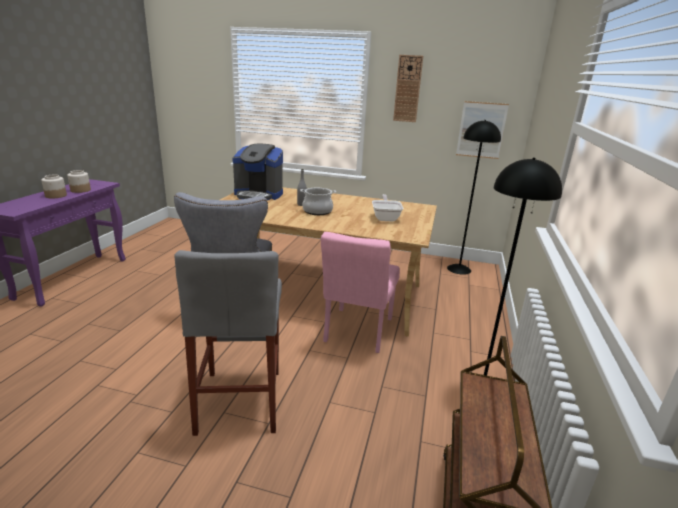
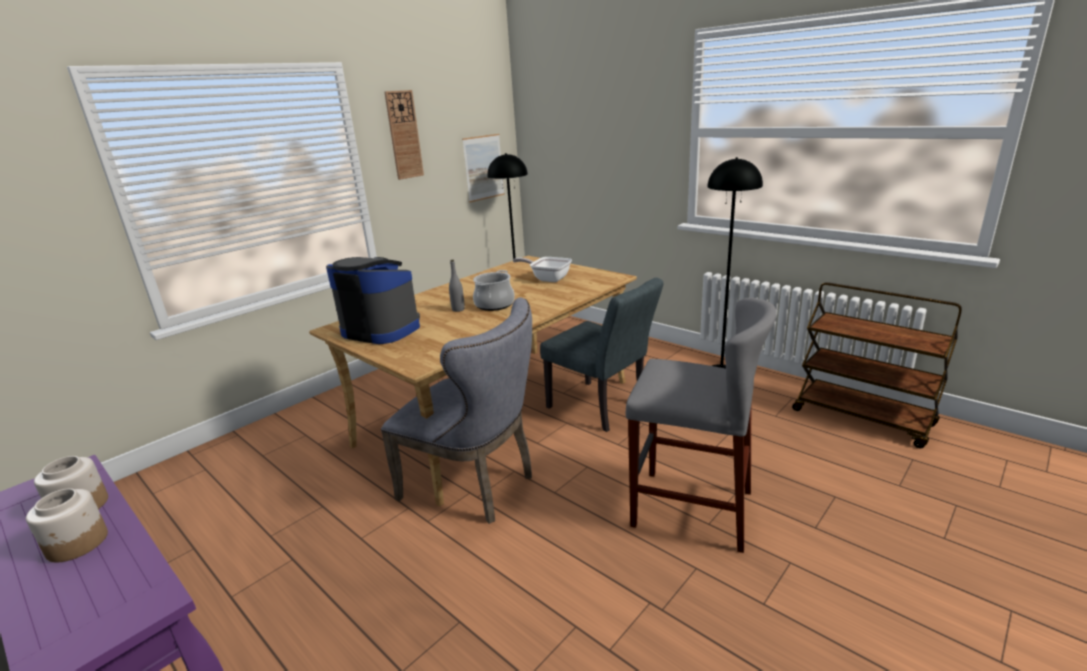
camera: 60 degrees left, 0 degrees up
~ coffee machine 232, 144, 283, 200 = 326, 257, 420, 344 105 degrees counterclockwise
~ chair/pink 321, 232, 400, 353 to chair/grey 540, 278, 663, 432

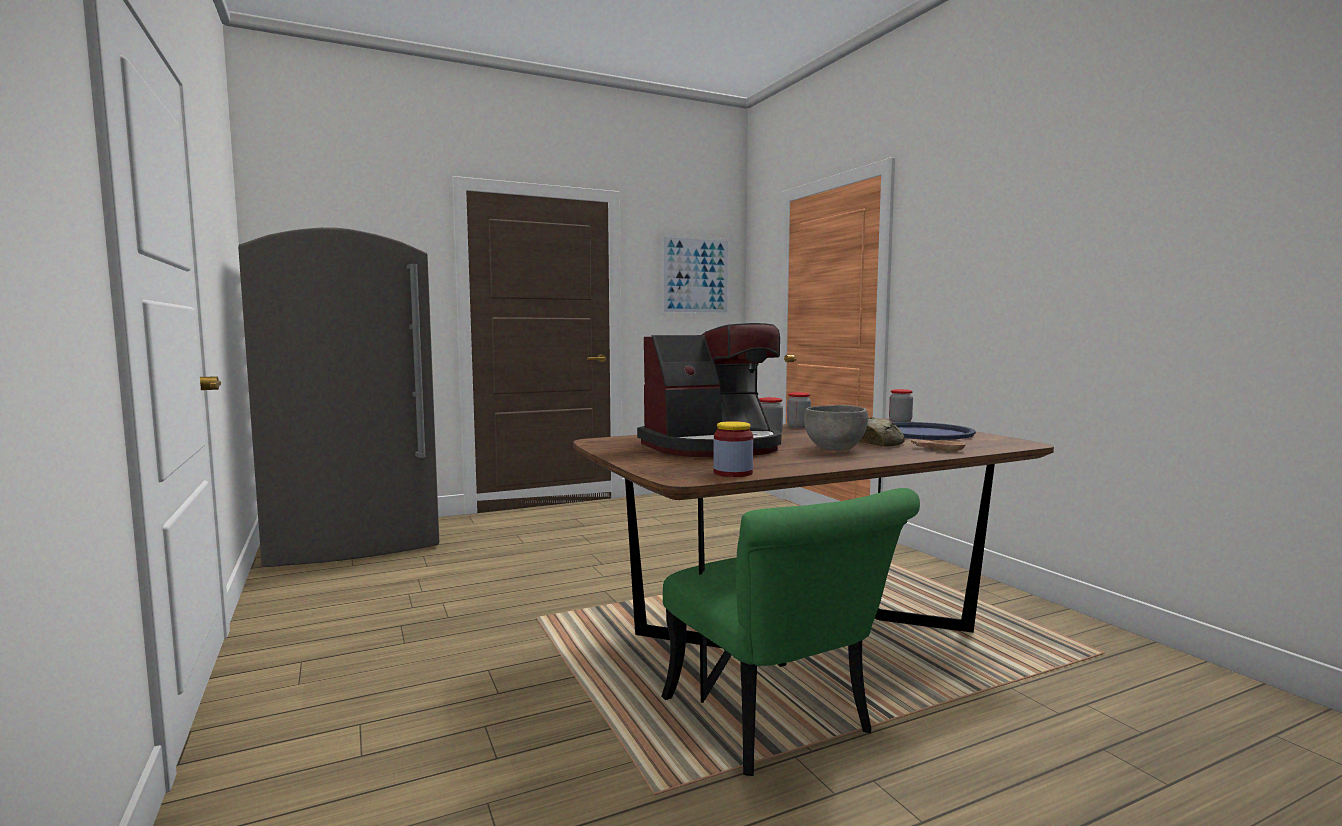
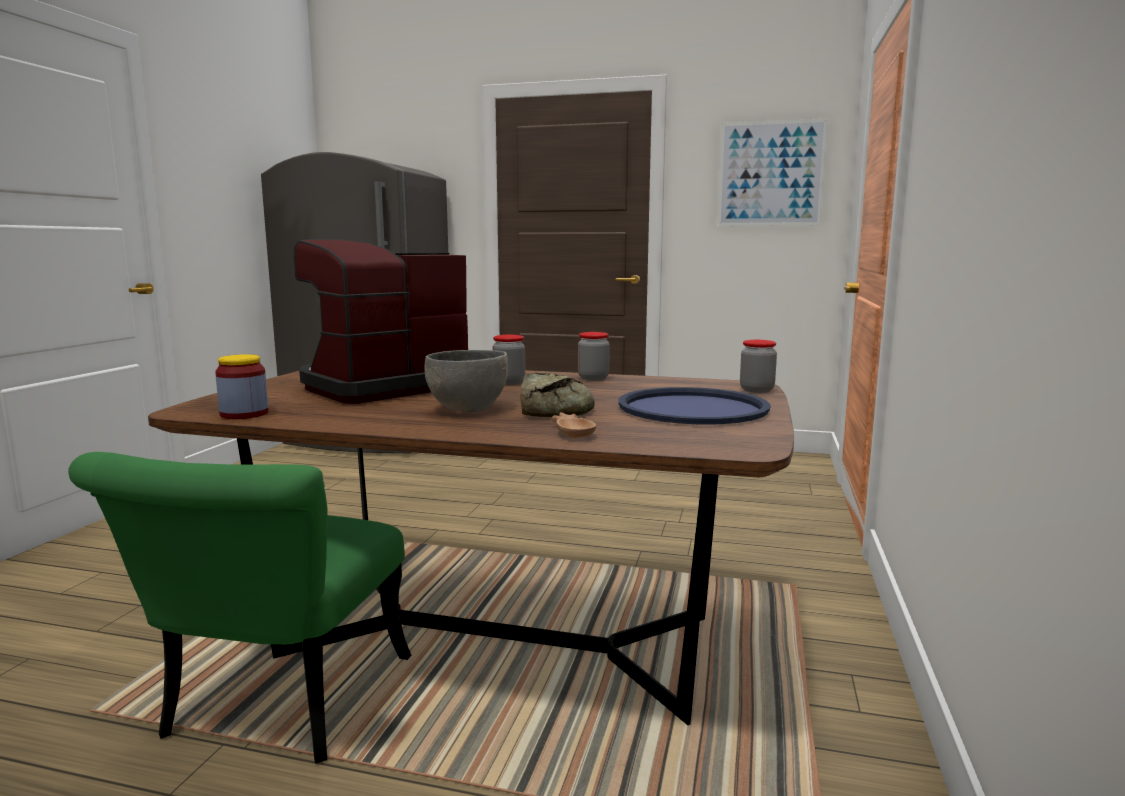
camera: 40 degrees right, 5 degrees up
~ coffee machine 637, 323, 781, 457 = 294, 239, 468, 404 120 degrees clockwise

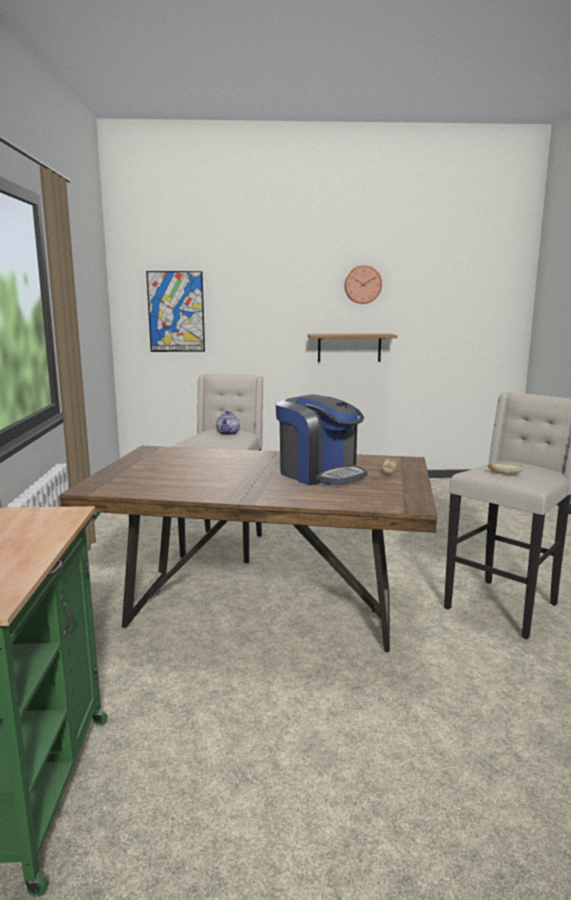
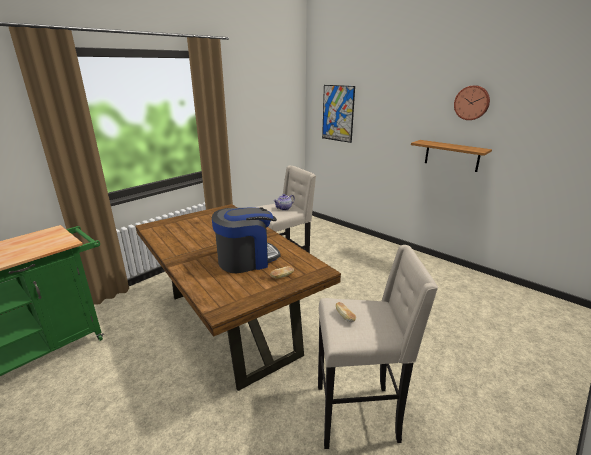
camera: 45 degrees right, 10 degrees up
~ coffee machine 276, 394, 368, 486 = 212, 207, 280, 273 120 degrees counterclockwise

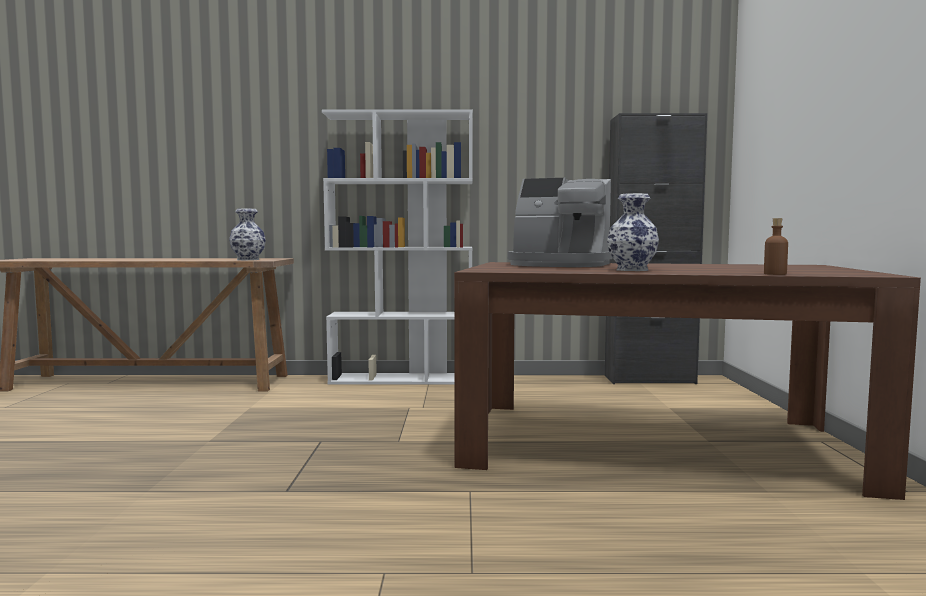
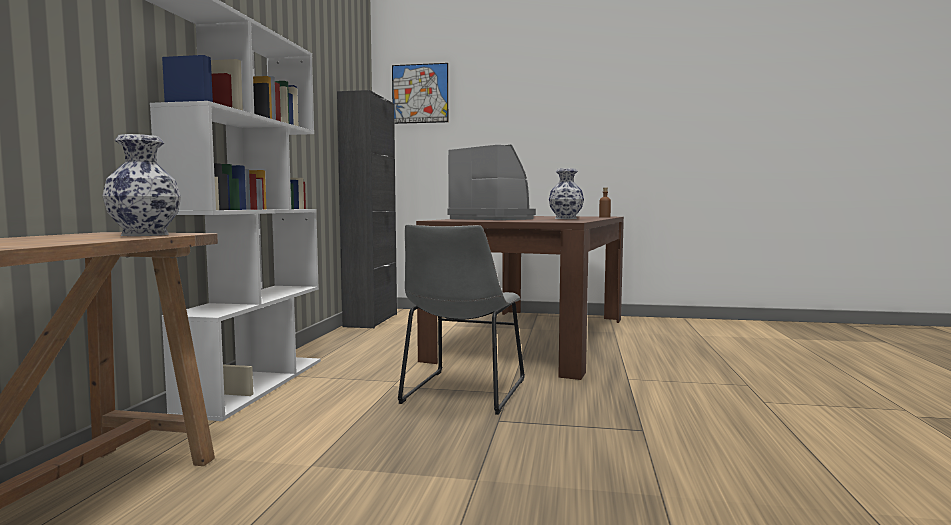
camera: 80 degrees left, 0 degrees up
+ picture 392, 63, 448, 124
+ chair/grey 398, 225, 525, 415
~ coffee machine 508, 178, 613, 267 = 448, 145, 536, 220 75 degrees counterclockwise

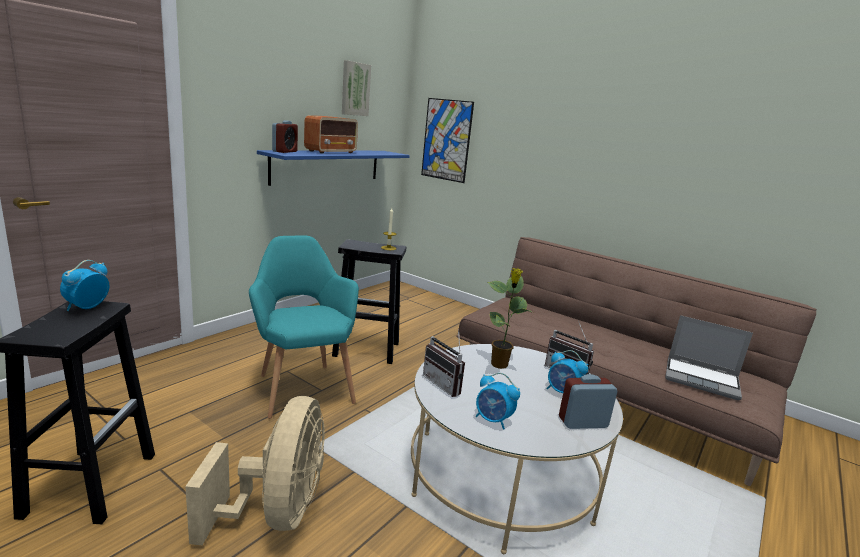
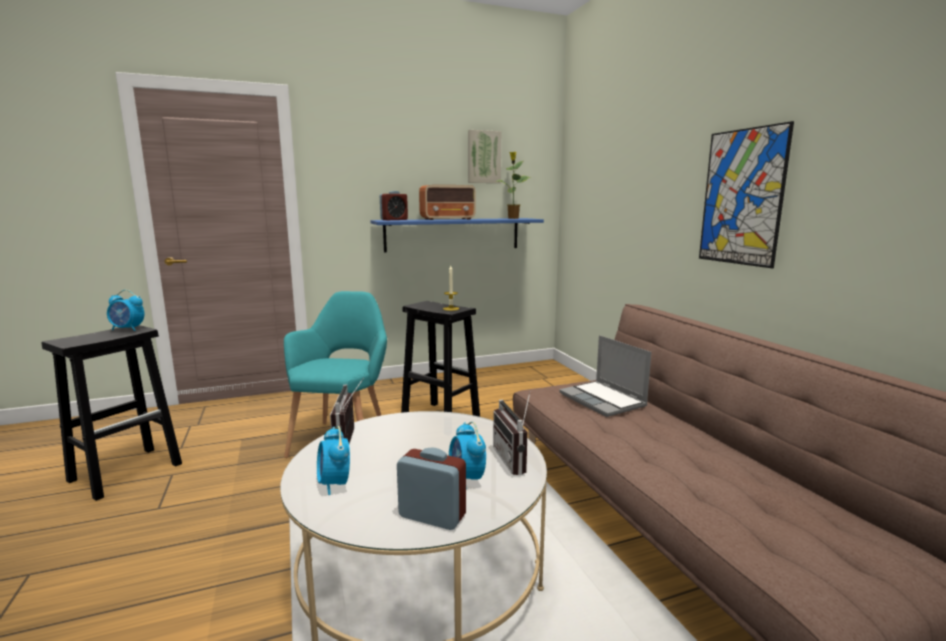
camera: 35 degrees right, 5 degrees down
~ alarm clock 60, 260, 109, 311 = 107, 290, 145, 331 135 degrees counterclockwise
~ potted plant 487, 268, 533, 369 to 497, 152, 531, 219
~ laptop 665, 315, 753, 400 to 559, 335, 651, 417
~ picture 421, 98, 474, 183 to 699, 121, 794, 268
- fan/beige 185, 396, 324, 545

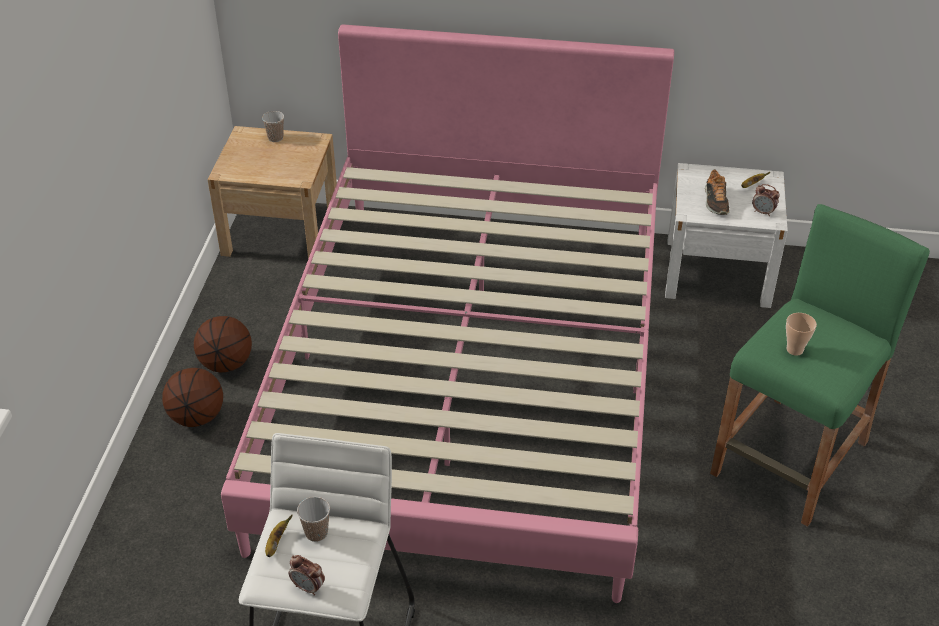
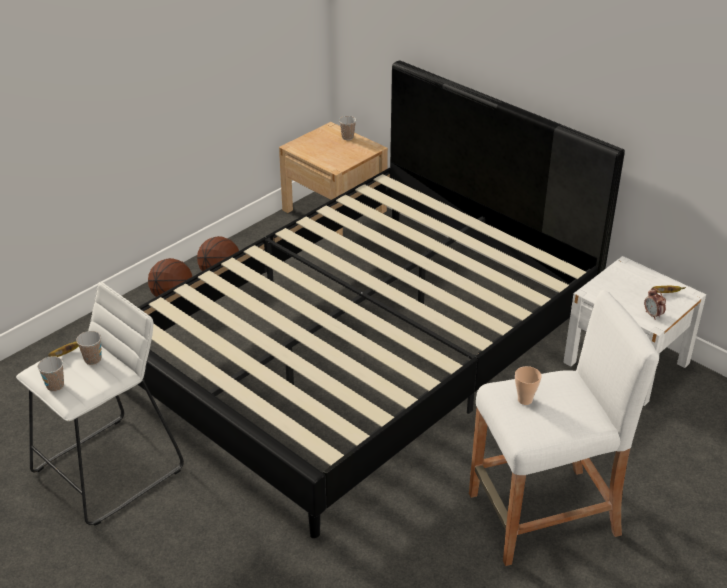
camera: 35 degrees right, 5 degrees down
~ alarm clock 289, 555, 325, 596 to cup 38, 356, 64, 392
~ bed/pink 221, 24, 674, 603 to bed/black 137, 61, 625, 538
~ stool/green 710, 204, 930, 527 to stool/white 469, 290, 659, 566
- shoe 705, 169, 730, 215

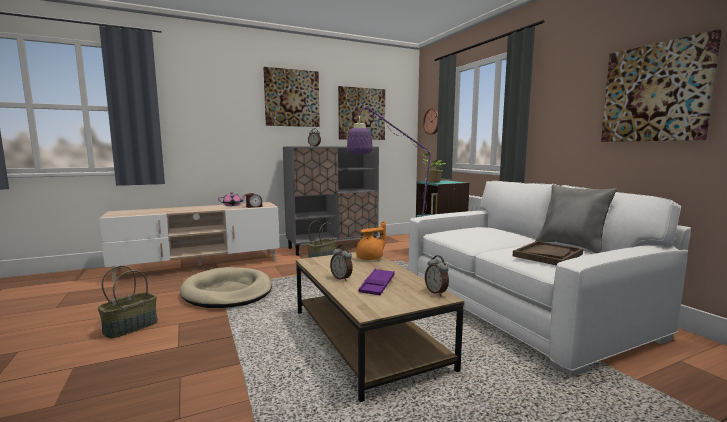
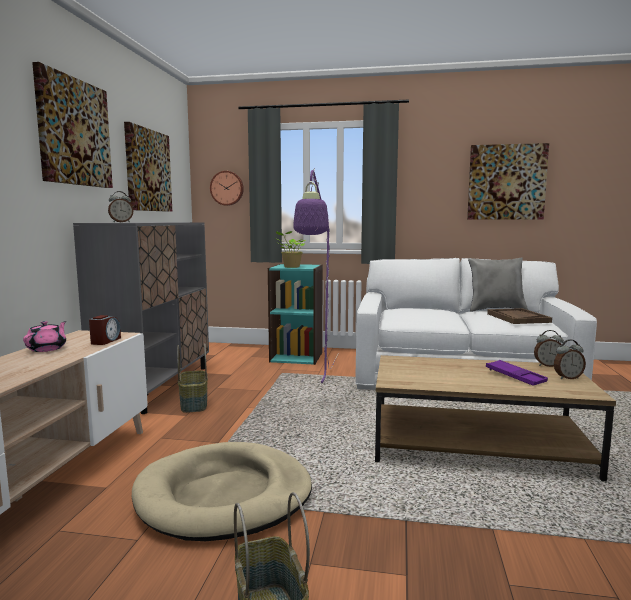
camera: 55 degrees left, 0 degrees up
~ alarm clock 330, 245, 353, 281 to 554, 339, 586, 379
- teapot/orange 356, 221, 386, 260

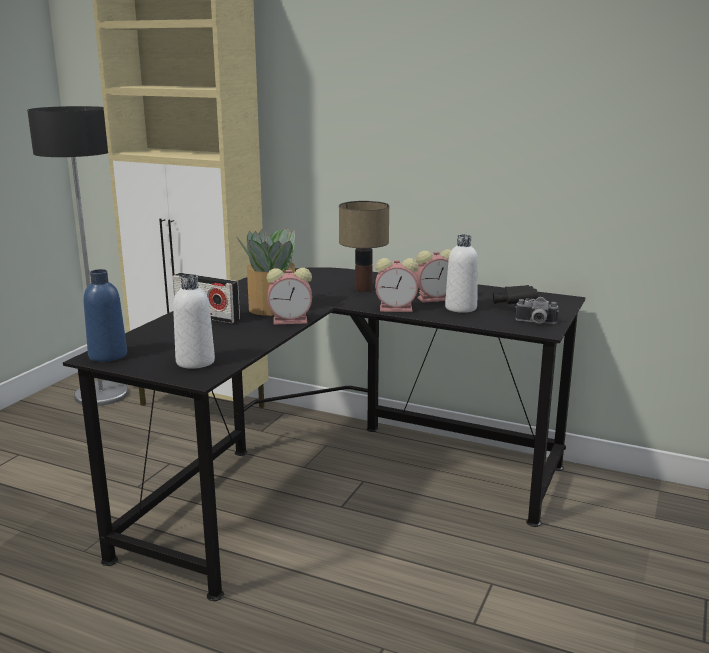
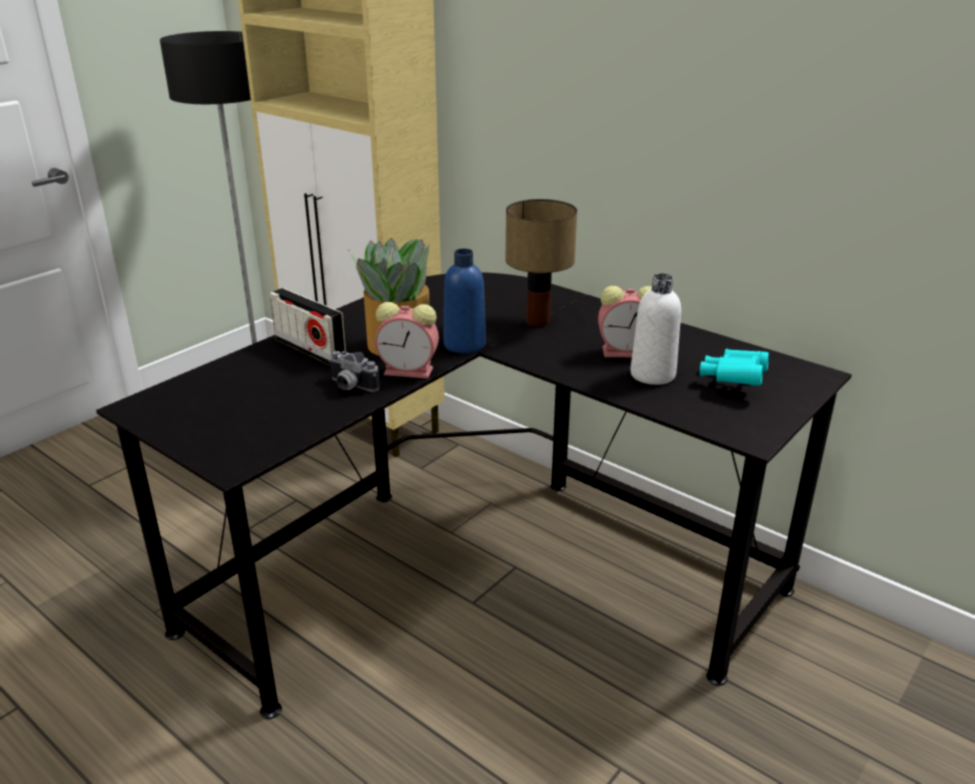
camera: 15 degrees right, 10 degrees up
~ photo camera 515, 297, 559, 324 to 329, 351, 379, 392
~ bottle/blue 84, 269, 127, 362 to 444, 249, 486, 353
~ binoculars/black 493, 285, 538, 304 to binoculars/turquoise 700, 349, 769, 386
- bottle/white 173, 274, 215, 369
- alarm clock 375, 258, 419, 312

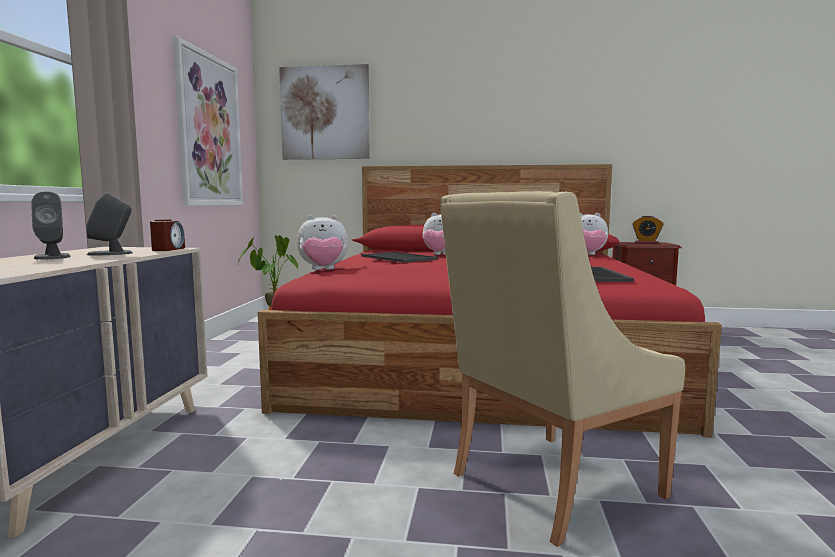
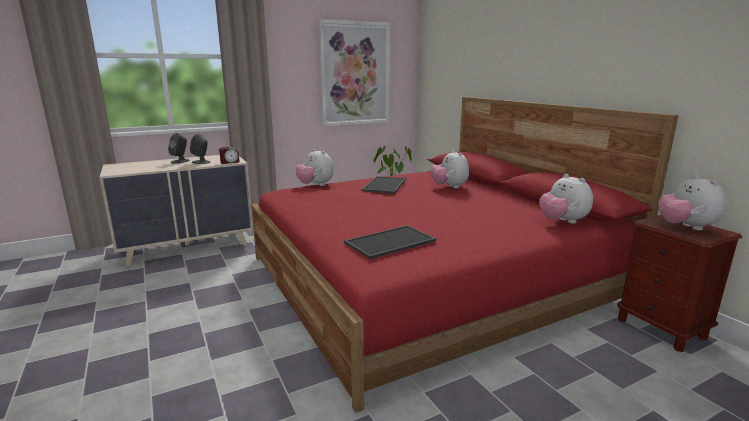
camera: 55 degrees right, 10 degrees up
~ alarm clock 632, 215, 664, 244 to plush toy 658, 175, 726, 231
- picture 279, 64, 370, 160
- armchair/beige 440, 191, 685, 547

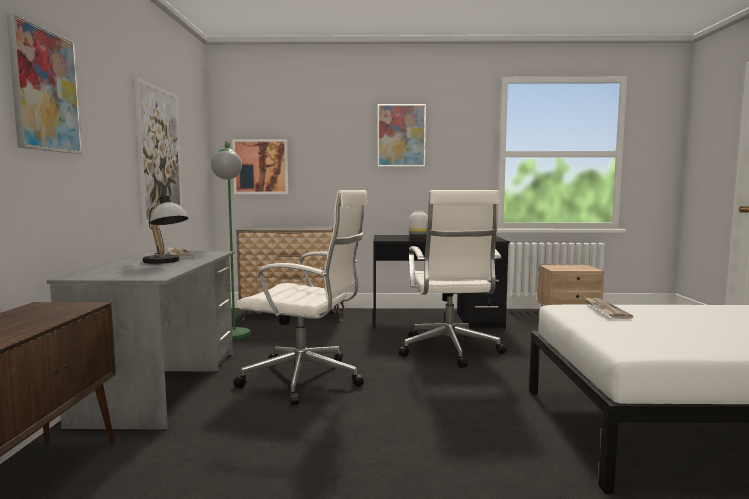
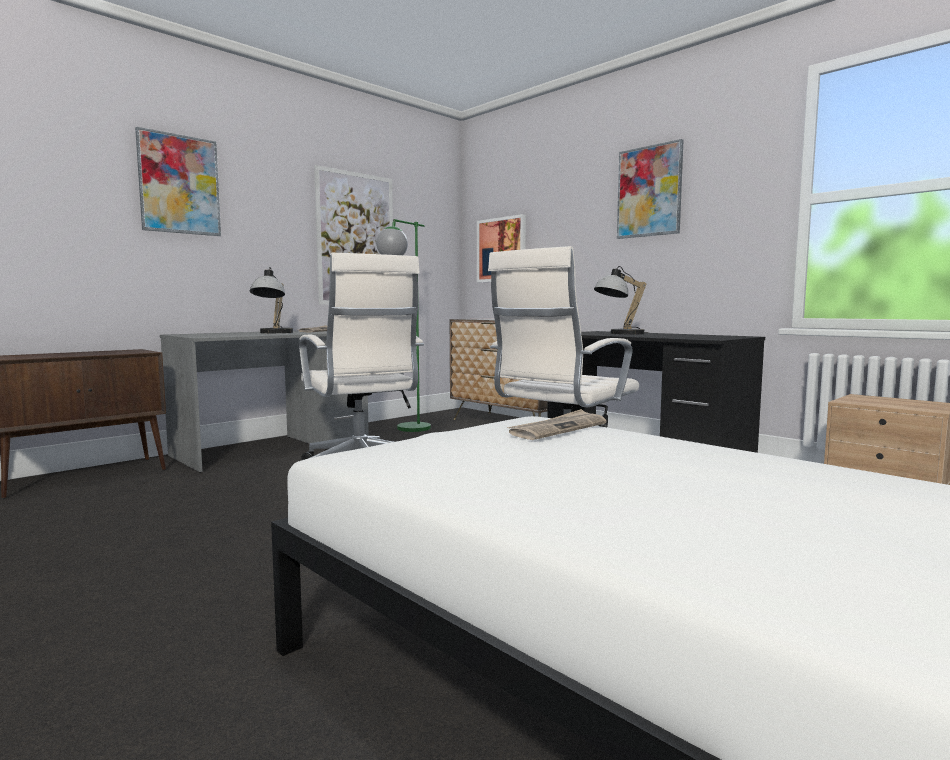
camera: 45 degrees right, 0 degrees up
~ vase/white 409, 210, 428, 239 to table lamp 594, 266, 648, 335

